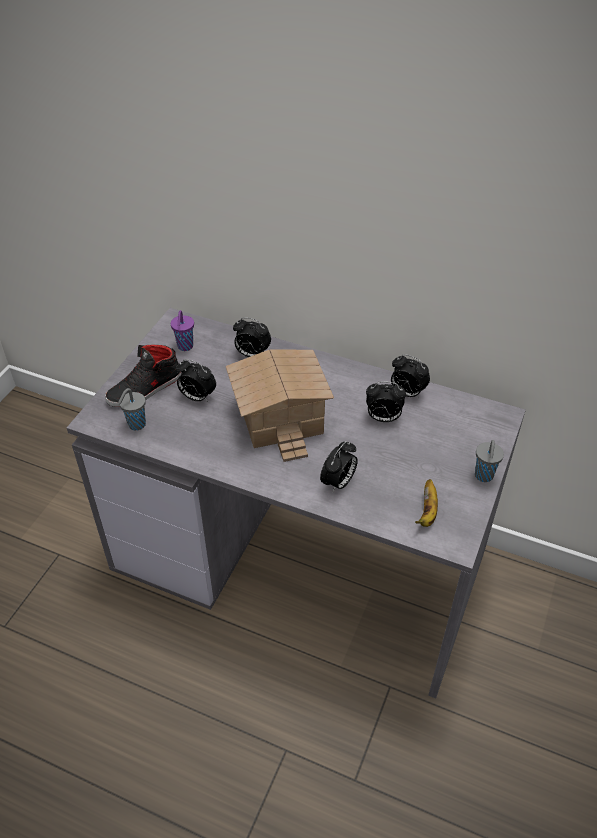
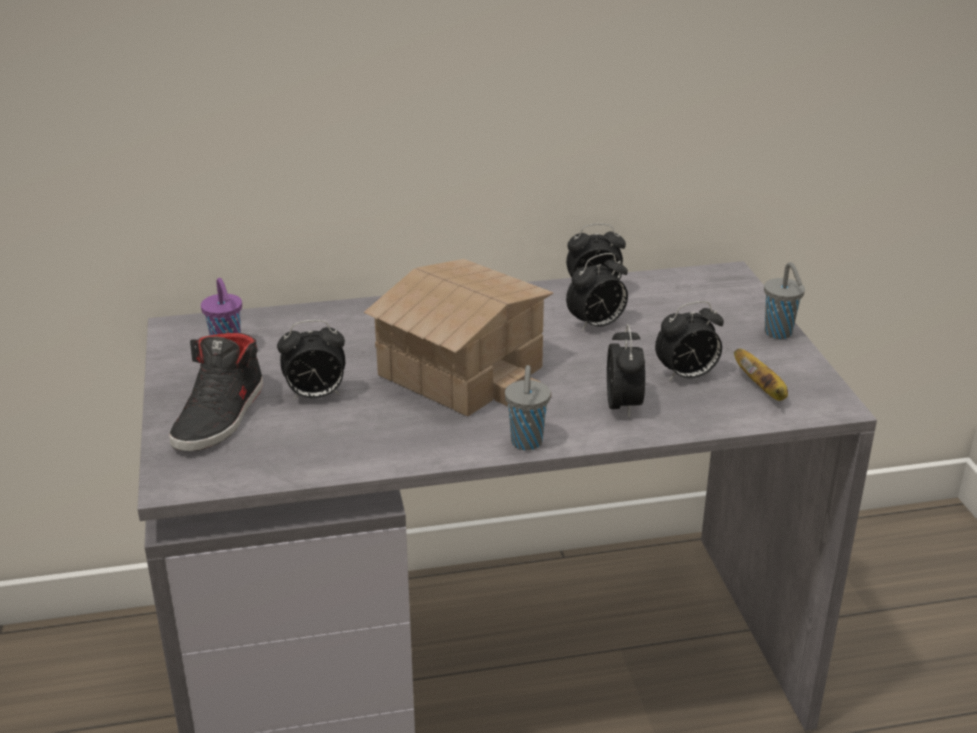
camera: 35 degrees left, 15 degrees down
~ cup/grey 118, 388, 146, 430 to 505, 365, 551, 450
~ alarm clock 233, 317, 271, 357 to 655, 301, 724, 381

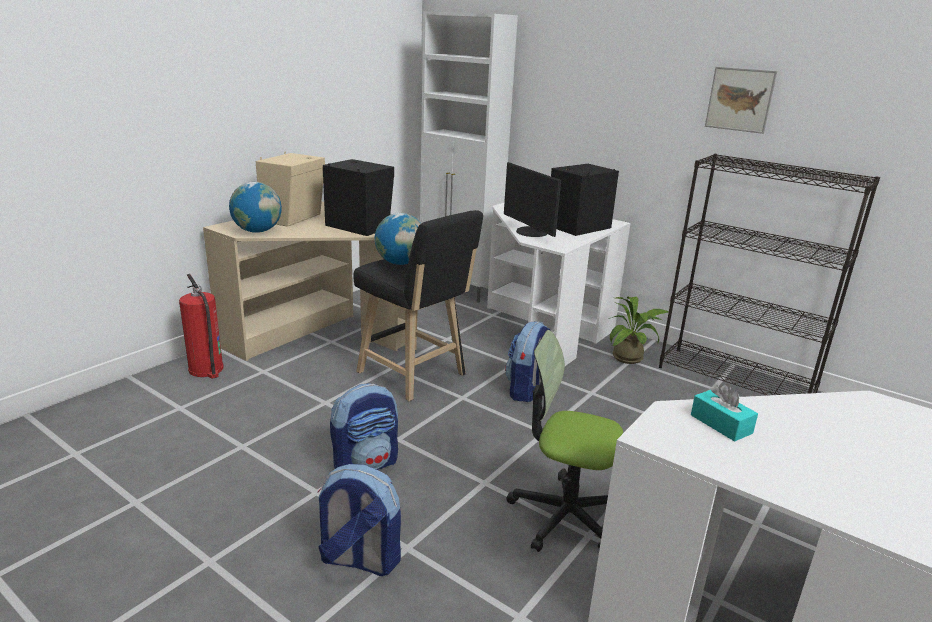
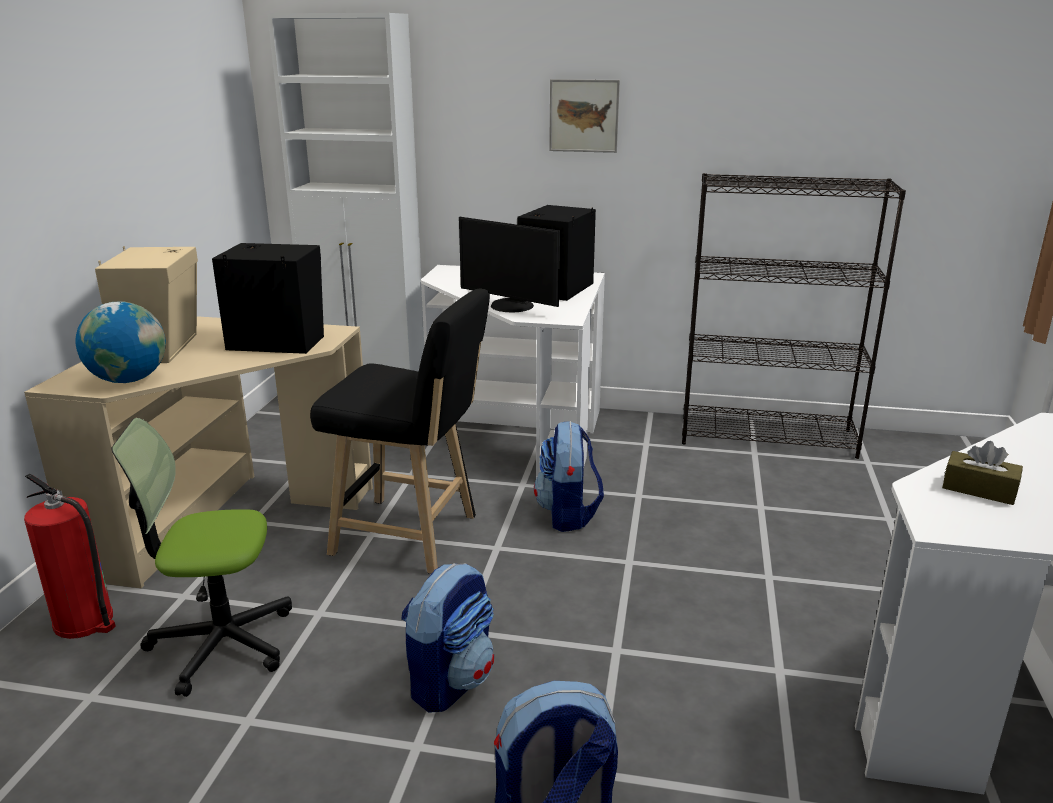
camera: 25 degrees left, 0 degrees up
~ office chair 506, 330, 623, 552 to 112, 418, 292, 697
~ picture 705, 67, 777, 134 to 549, 79, 620, 153
~ tissue box/turquoise 691, 384, 758, 442 to tissue box/brown 942, 441, 1023, 505
- globe 375, 213, 421, 265
- potted plant 609, 296, 669, 364

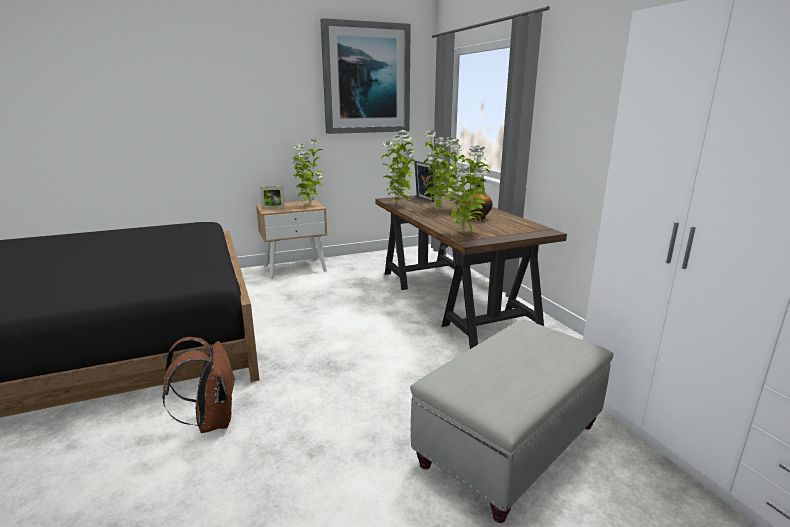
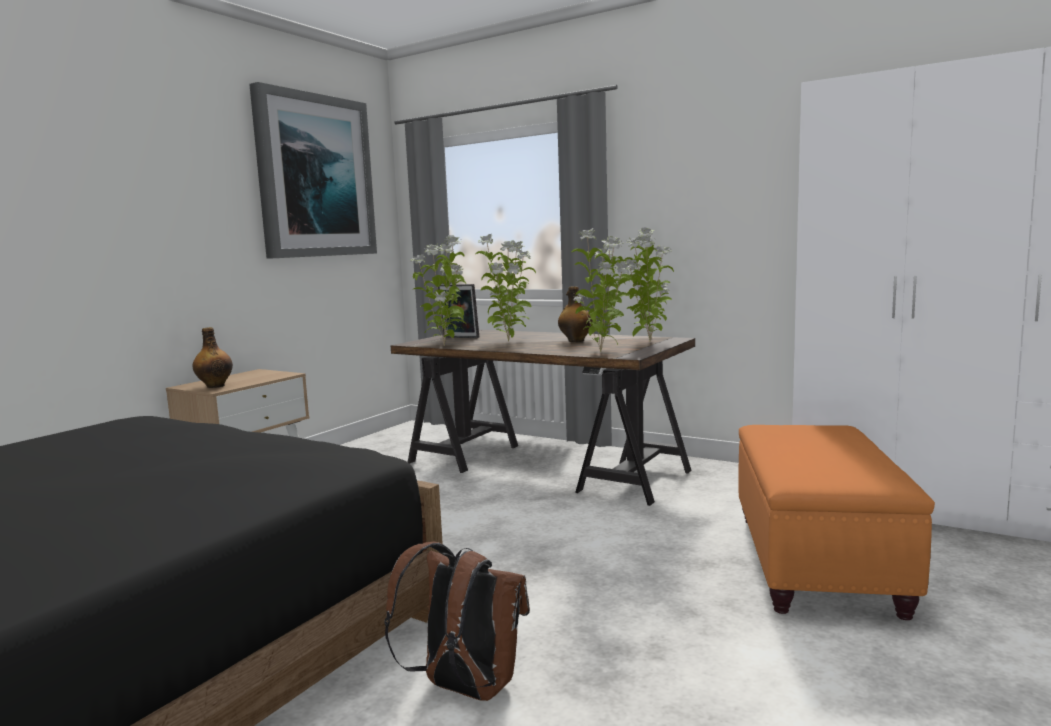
camera: 35 degrees left, 10 degrees down
~ picture frame 260, 186, 285, 209 to bottle 193, 327, 233, 388
~ potted plant 291, 139, 323, 206 to 621, 228, 674, 342
~ ottoman/grey 410, 320, 614, 523 to ottoman/orange 738, 425, 935, 620

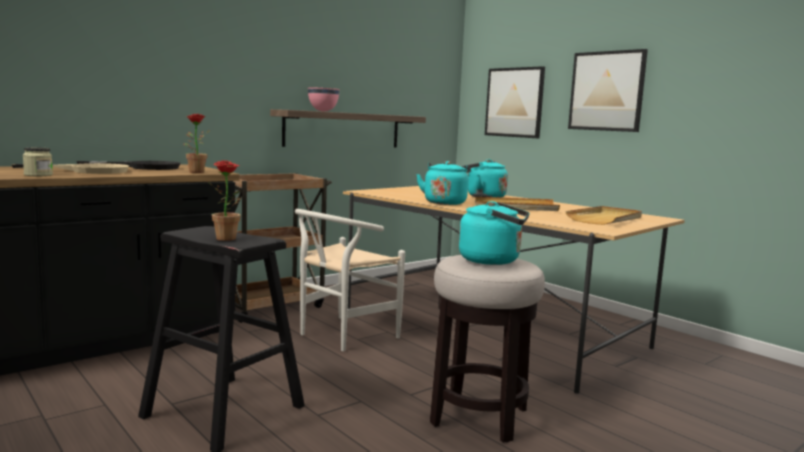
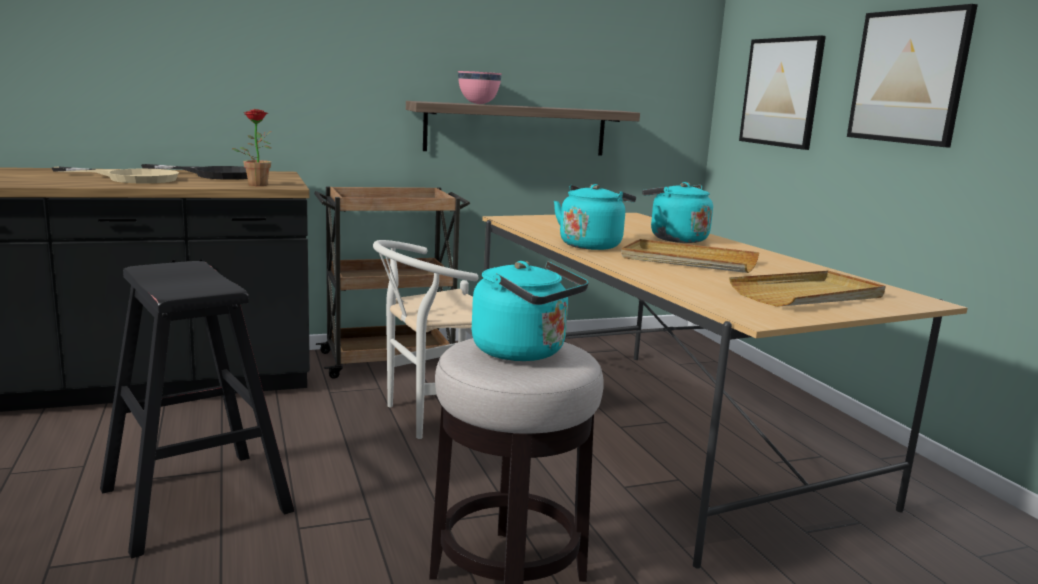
camera: 20 degrees right, 5 degrees up
- jar 23, 147, 53, 176
- potted plant 208, 160, 242, 241

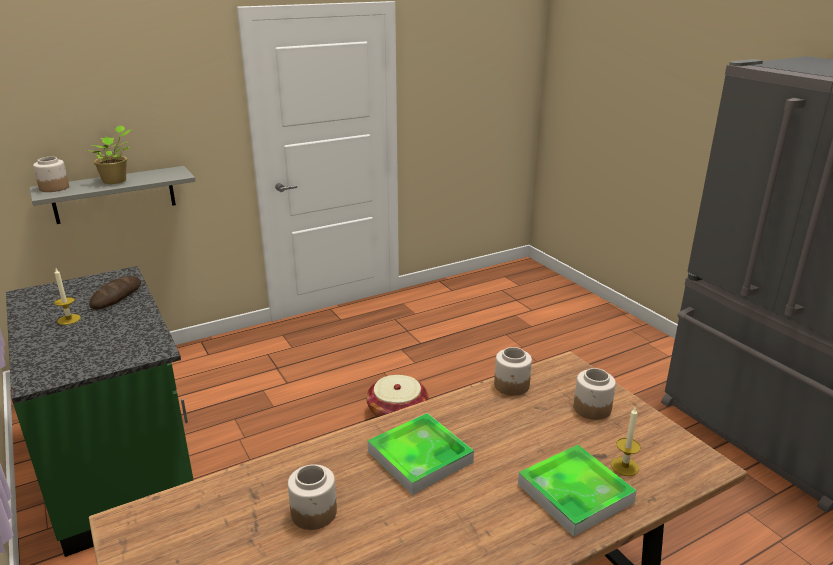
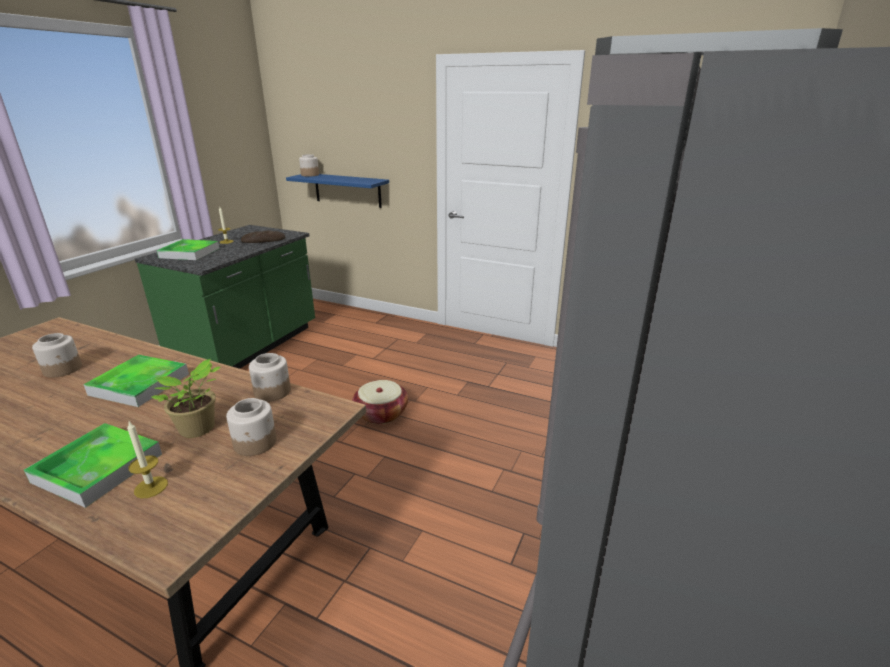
camera: 55 degrees right, 0 degrees up
~ potted plant 86, 125, 132, 184 to 151, 359, 220, 438
+ tray 157, 239, 219, 260
~ shelf/grey 29, 166, 196, 224 to shelf/blue 286, 174, 389, 208

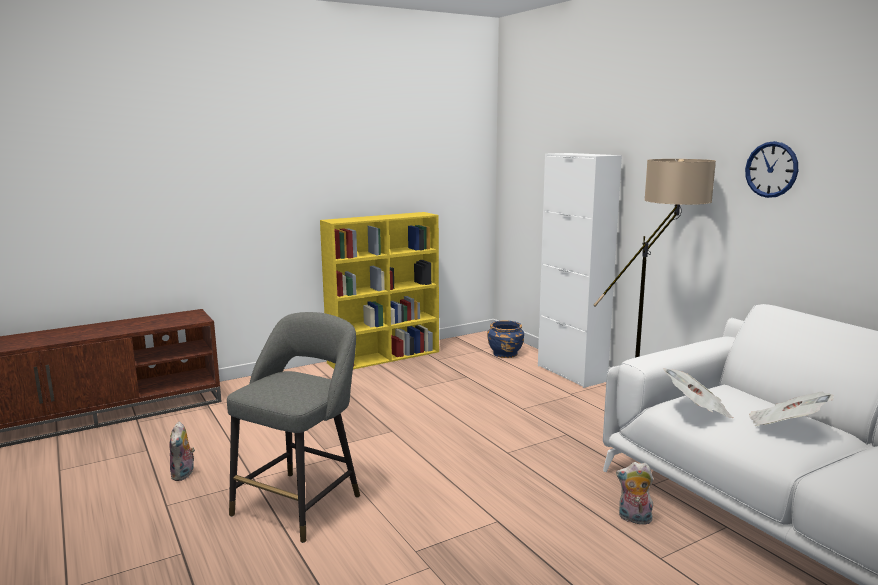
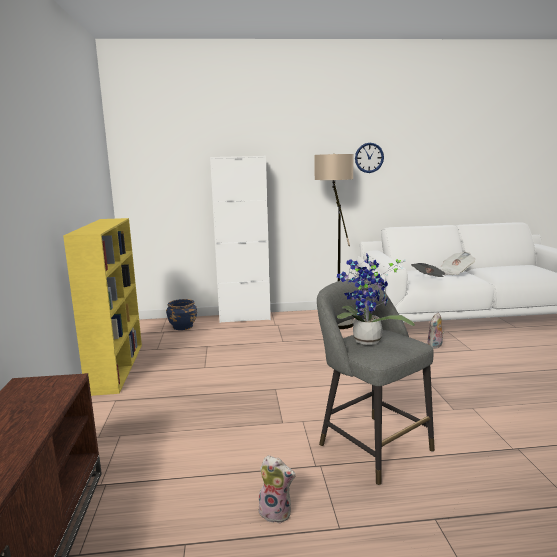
camera: 65 degrees left, 0 degrees up
+ potted plant 337, 254, 415, 345

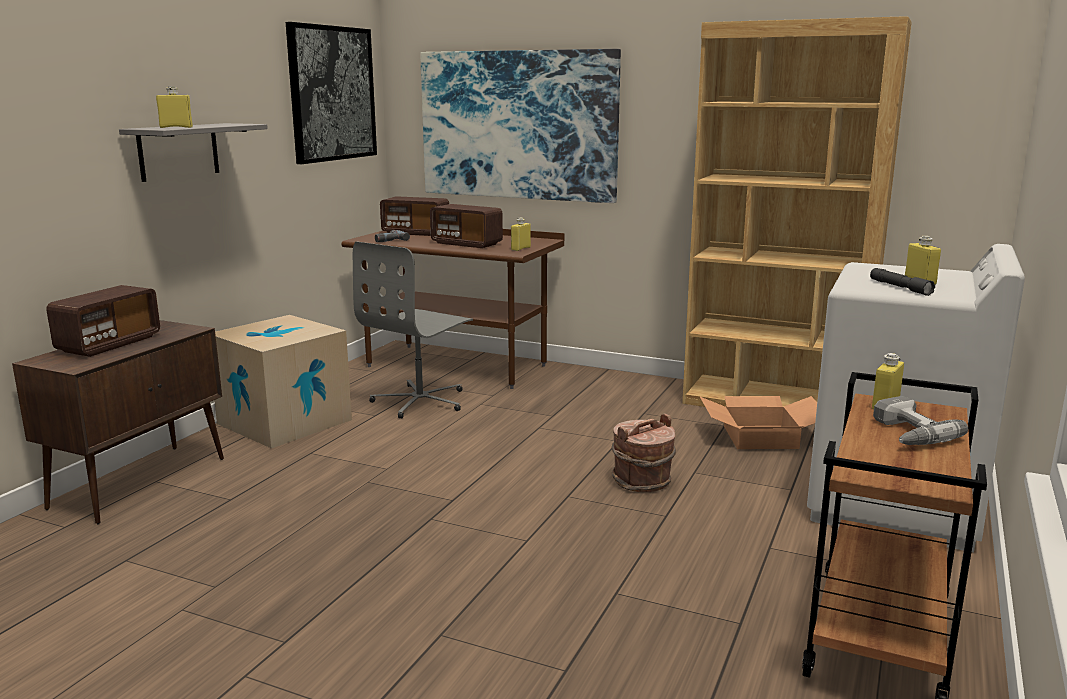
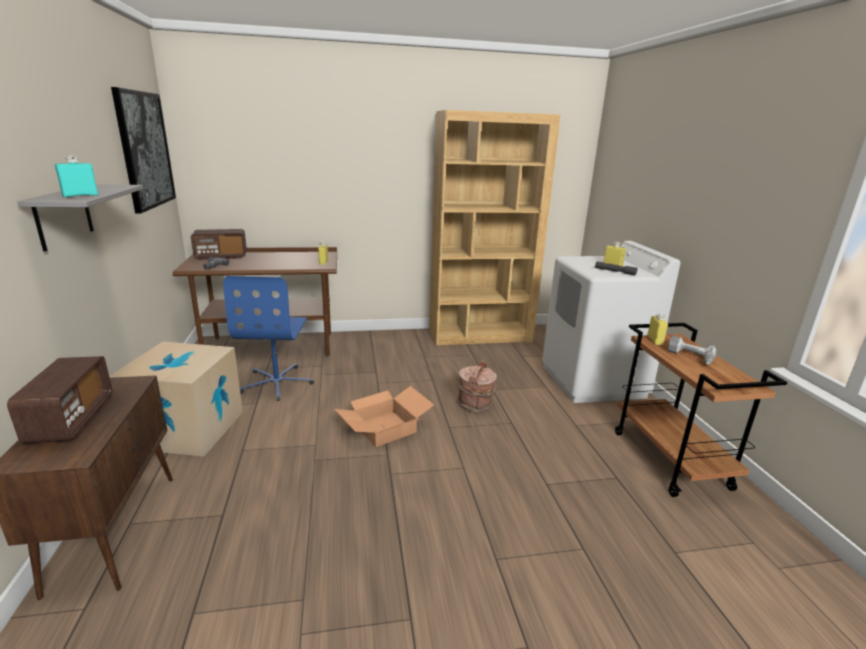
camera: 35 degrees left, 5 degrees up
~ bottle/yellow 156, 86, 193, 128 to bottle/turquoise 55, 155, 98, 197
~ office chair/grey 353, 241, 473, 419 to office chair/blue 223, 276, 314, 401
~ cardboard box 699, 396, 817, 449 to 335, 386, 434, 447
- picture 420, 49, 621, 203
- radio 430, 204, 503, 248

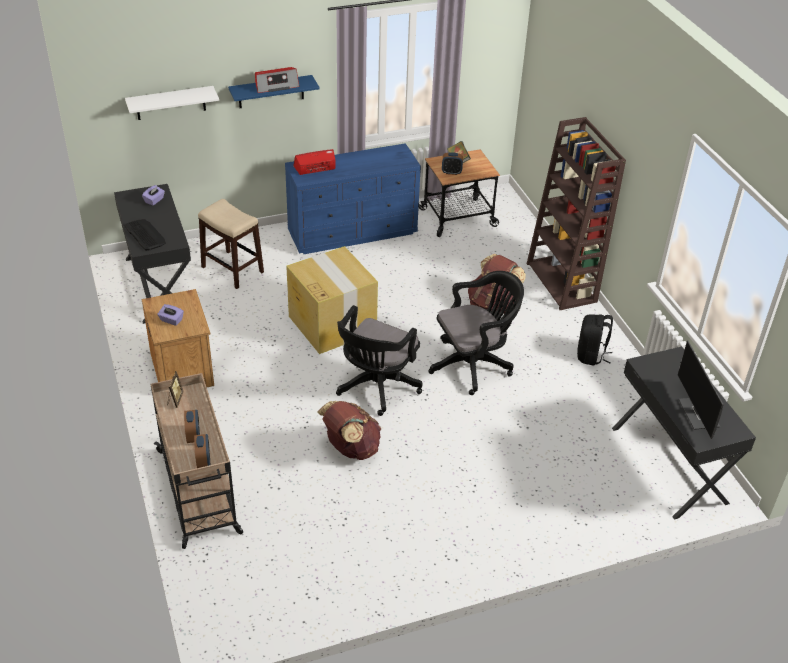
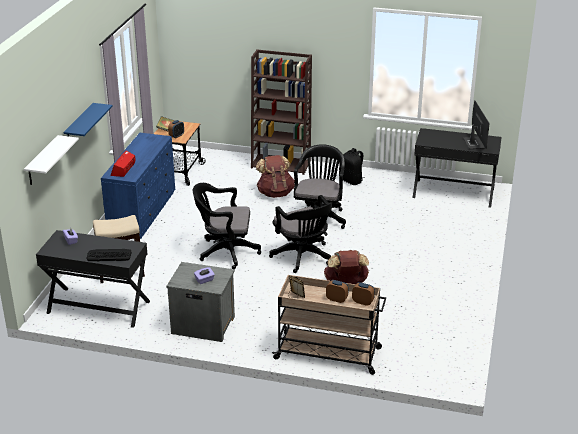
camera: 55 degrees left, 10 degrees down
~ nightstand/brown 142, 289, 214, 387 to nightstand/grey 166, 262, 235, 342
~ cardboard box 286, 246, 378, 354 to office chair/black 193, 183, 261, 269
~ monitor 678, 341, 724, 439 = 463, 100, 490, 149 120 degrees counterclockwise
- radio 255, 67, 300, 93

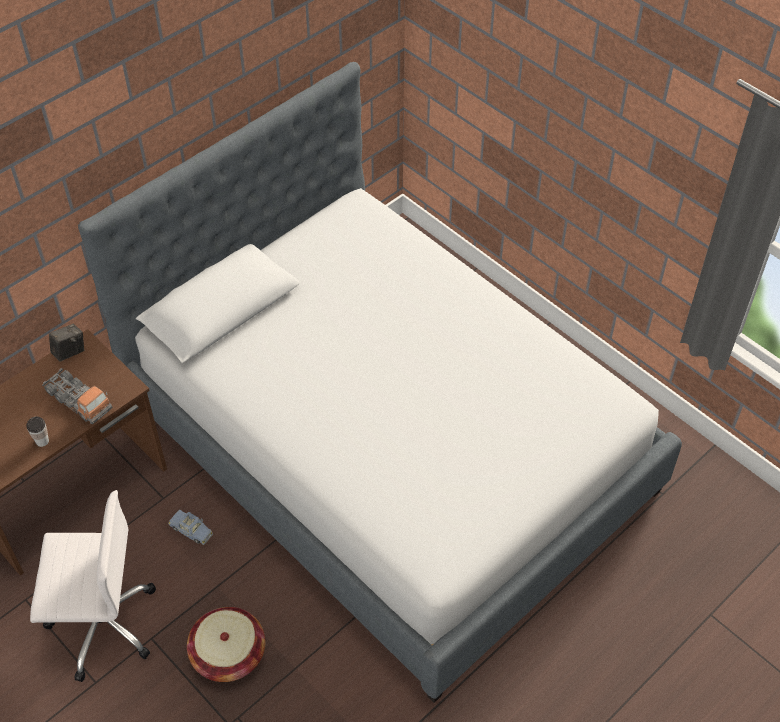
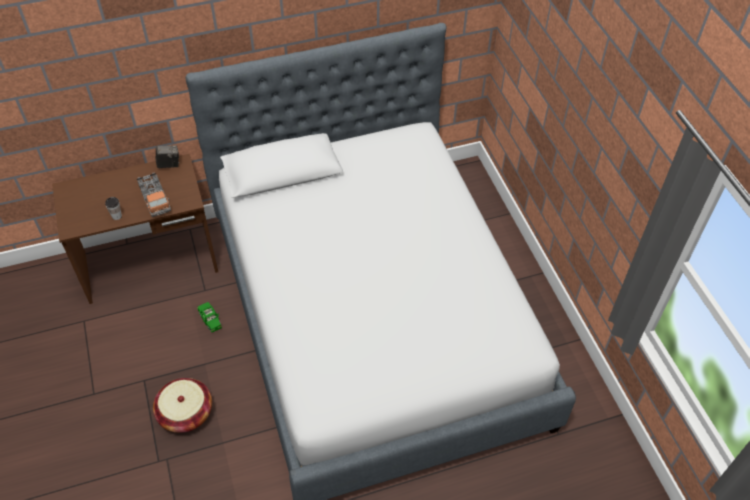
camera: 25 degrees right, 0 degrees up
~ toy car/blue 168, 510, 213, 545 to toy car/green 197, 302, 222, 332
- office chair/white 30, 490, 156, 682

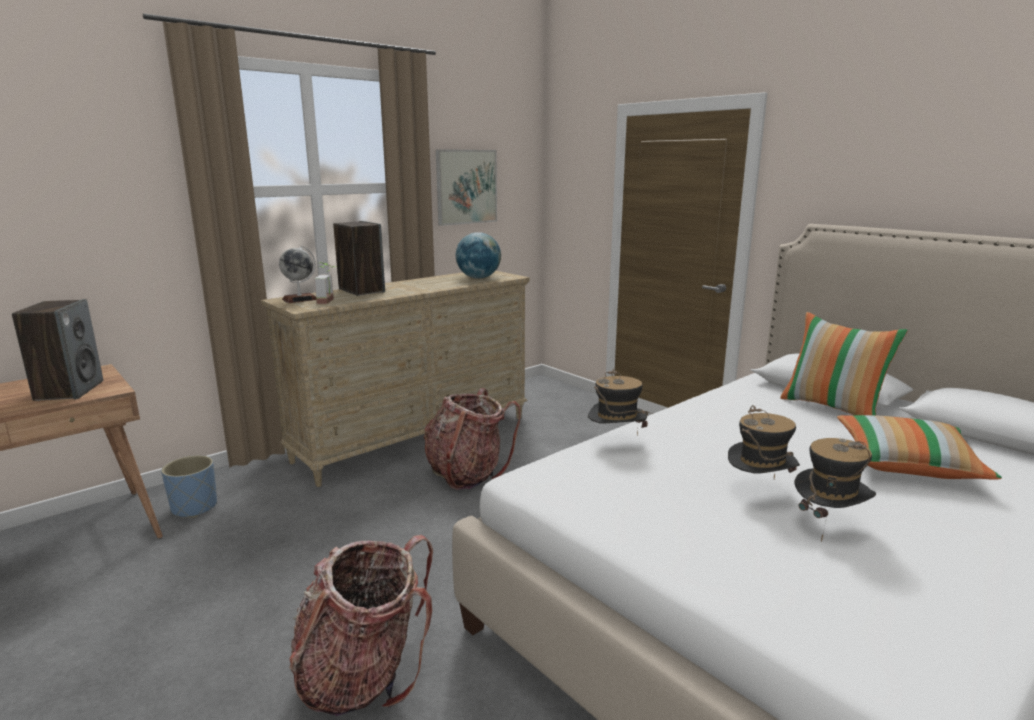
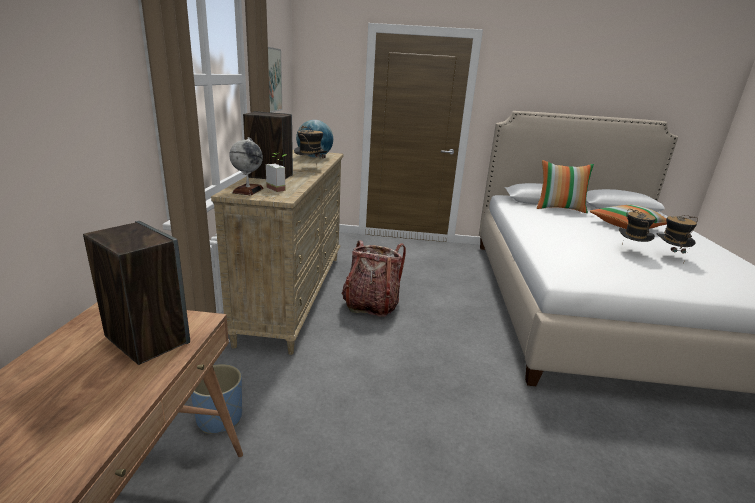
camera: 45 degrees left, 5 degrees up
~ hat 588, 369, 648, 435 to 294, 126, 327, 166
- backpack 289, 535, 433, 716

